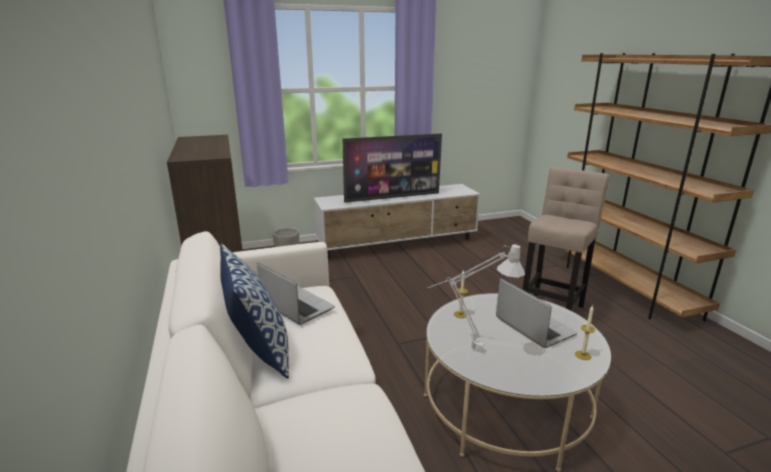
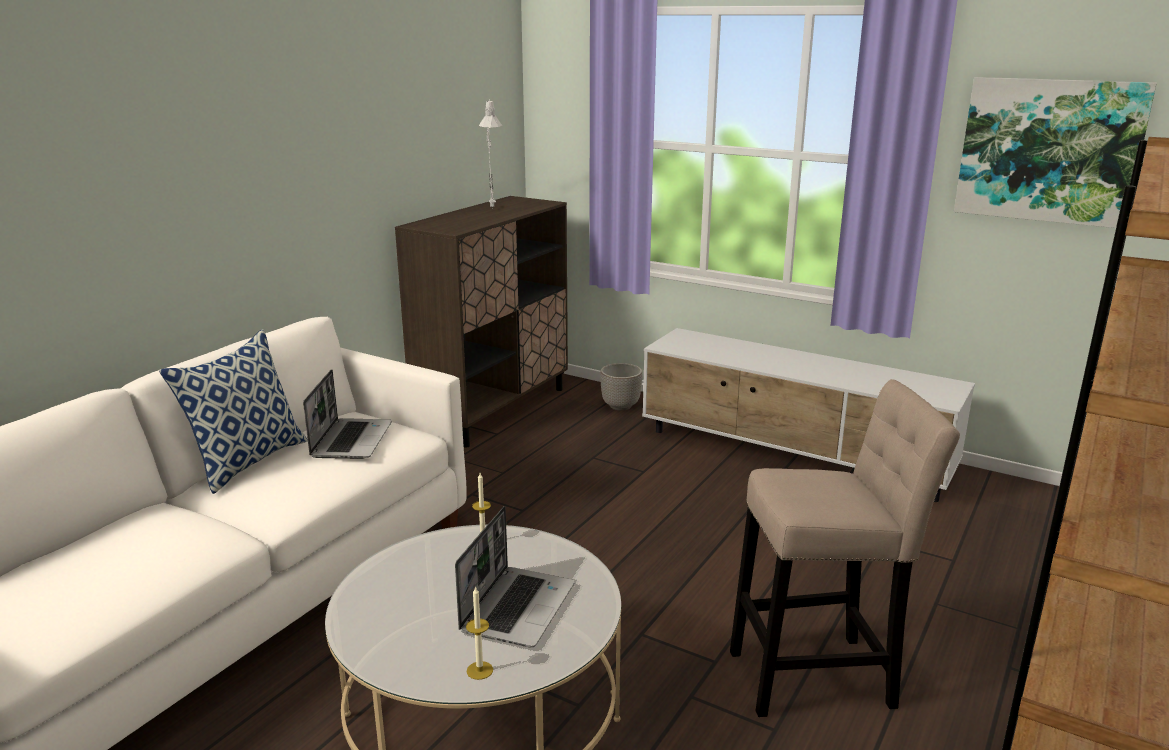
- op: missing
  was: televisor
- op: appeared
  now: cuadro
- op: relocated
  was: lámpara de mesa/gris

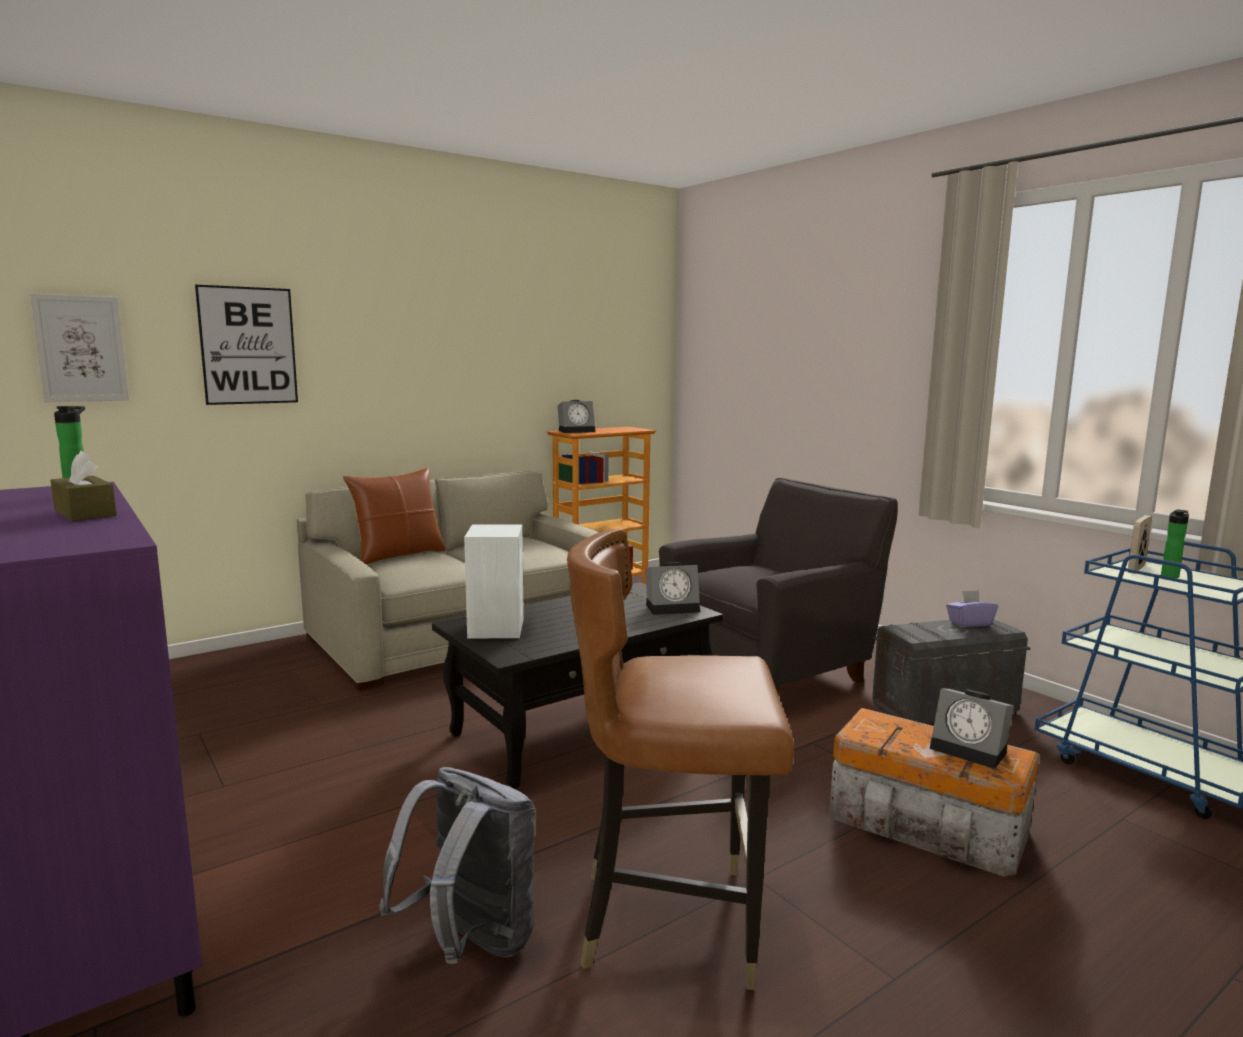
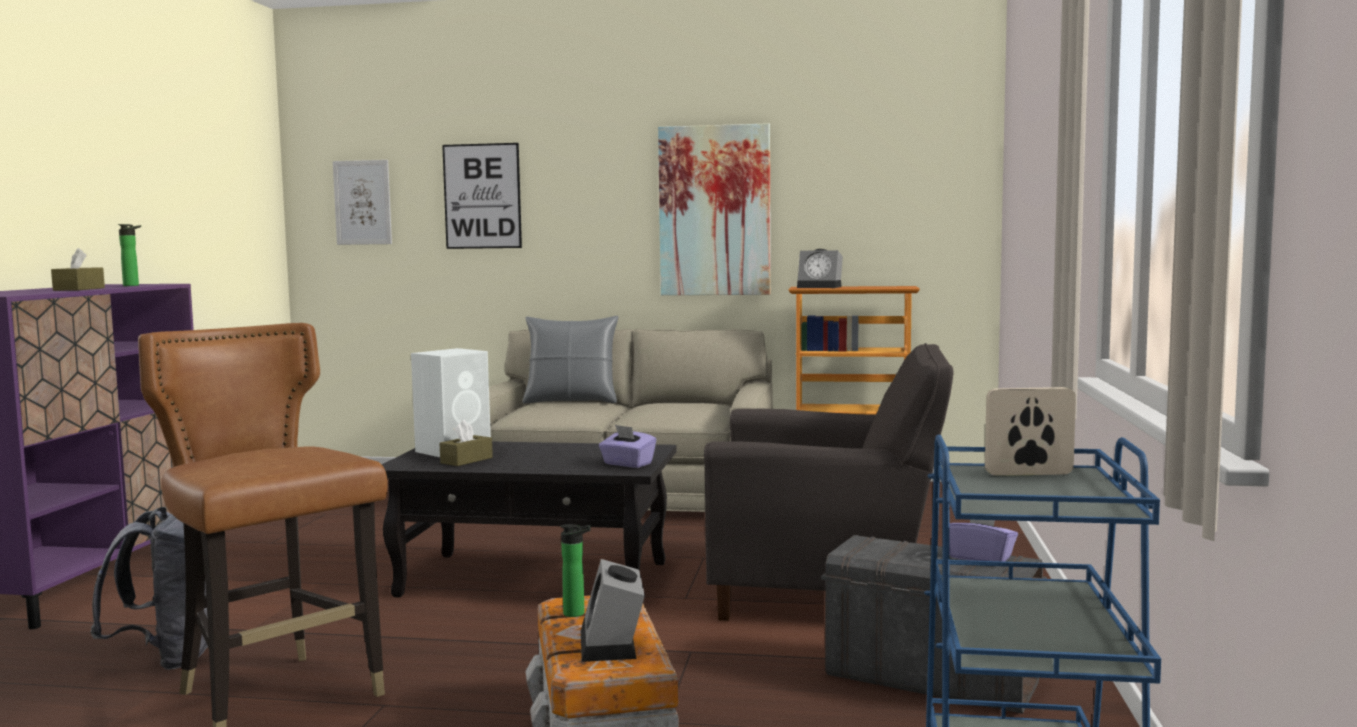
- op: appeared
  now: caja de pañuelos/marrón (no. 2 from left)
- op: appeared
  now: cuadro (no. 3 from left)
- op: relocated
  was: botella (no. 2 from left)
- op: exchanged
  was: despertador (no. 2 from left)
  now: caja de pañuelos/morado (no. 1 from left)
- op: colour
  was: cojín/marrón
  now: cojín/gris

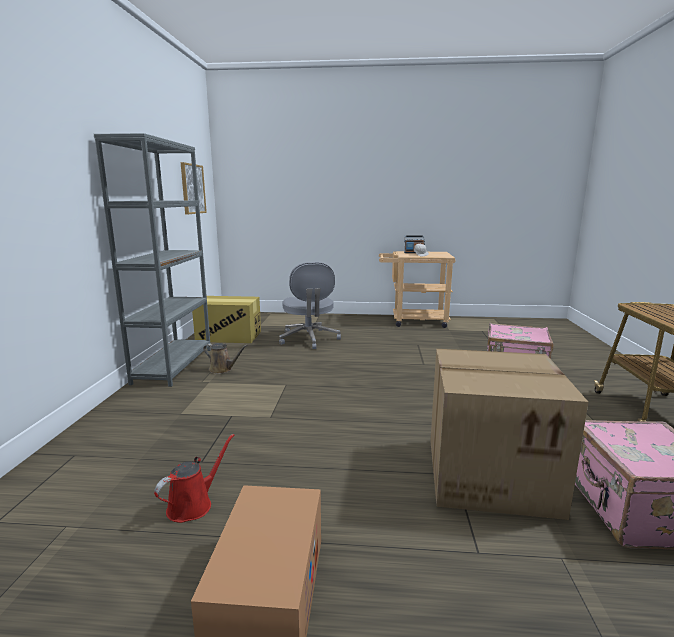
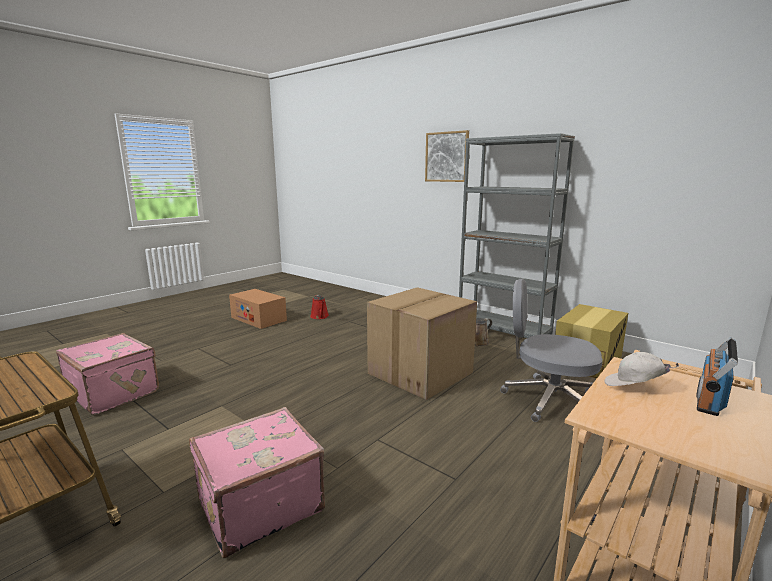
- op: relocated
  was: cuadro
- op: relocated
  was: caja de cartón (no. 3 from left in the first image)
  now: caja de cartón (no. 2 from left)

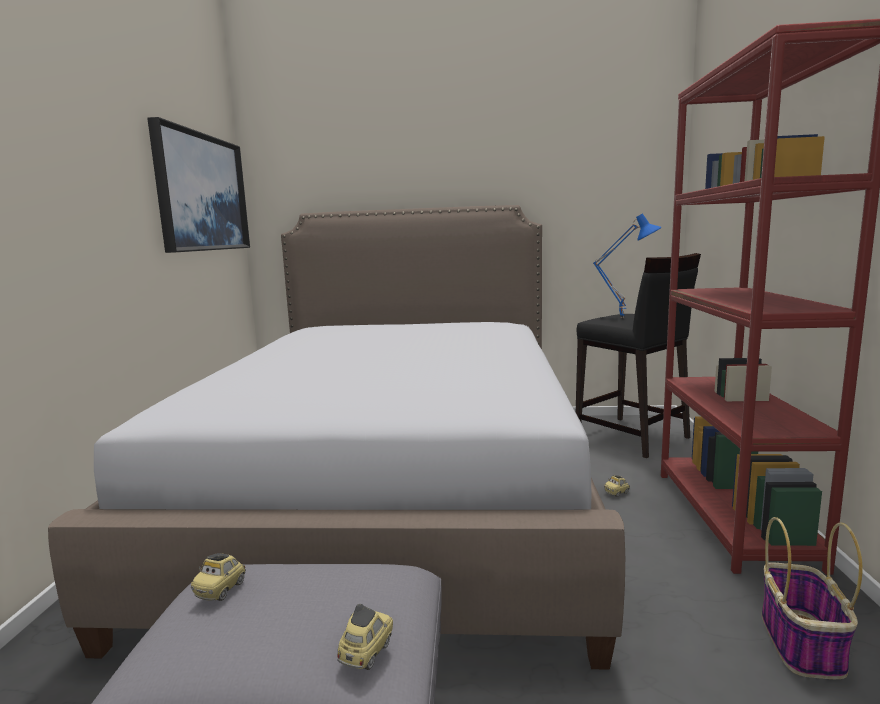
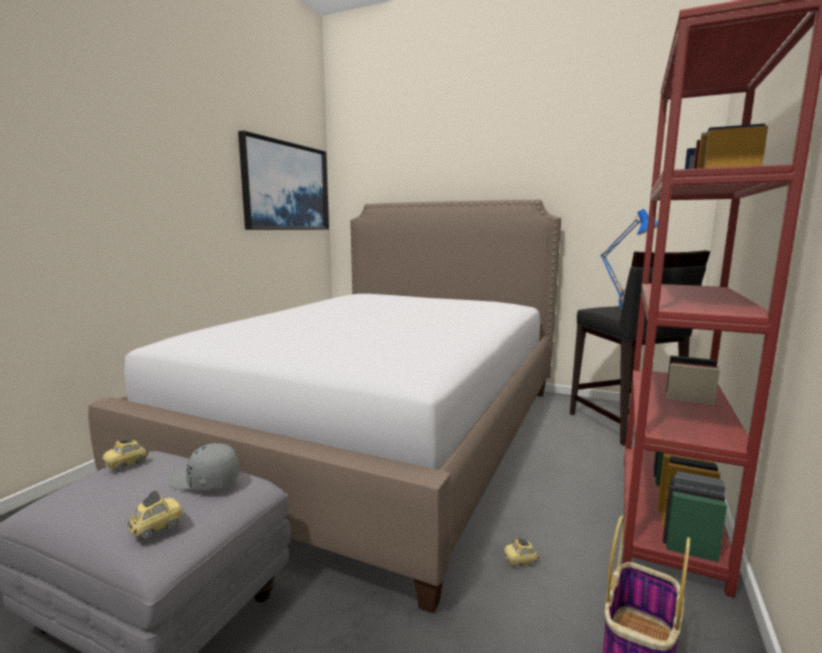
- op: appeared
  now: gorra/gris
- op: relocated
  was: coche de juguete (no. 3 from left)

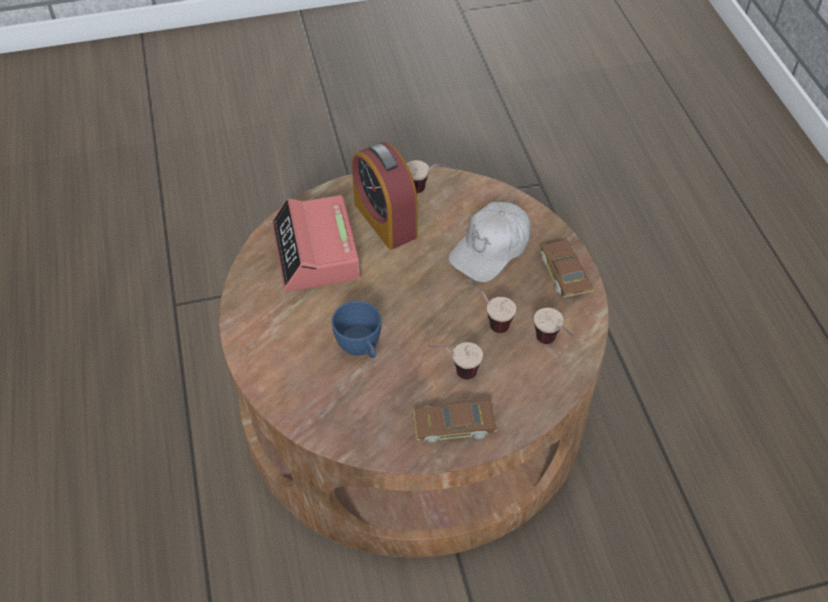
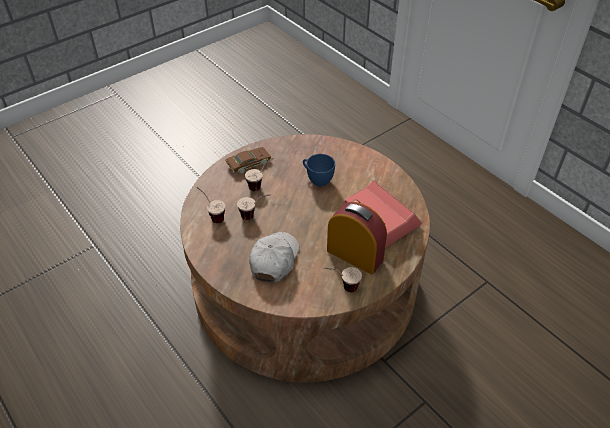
- op: missing
  was: coche de juguete/marrón (no. 2 from left)

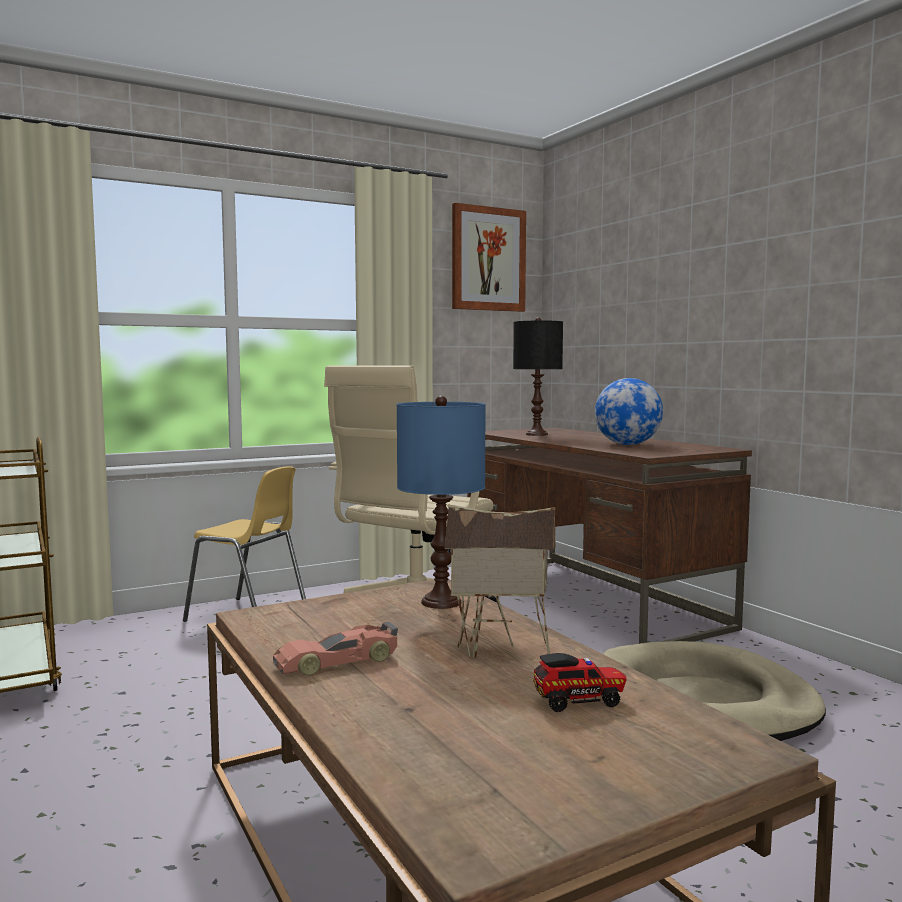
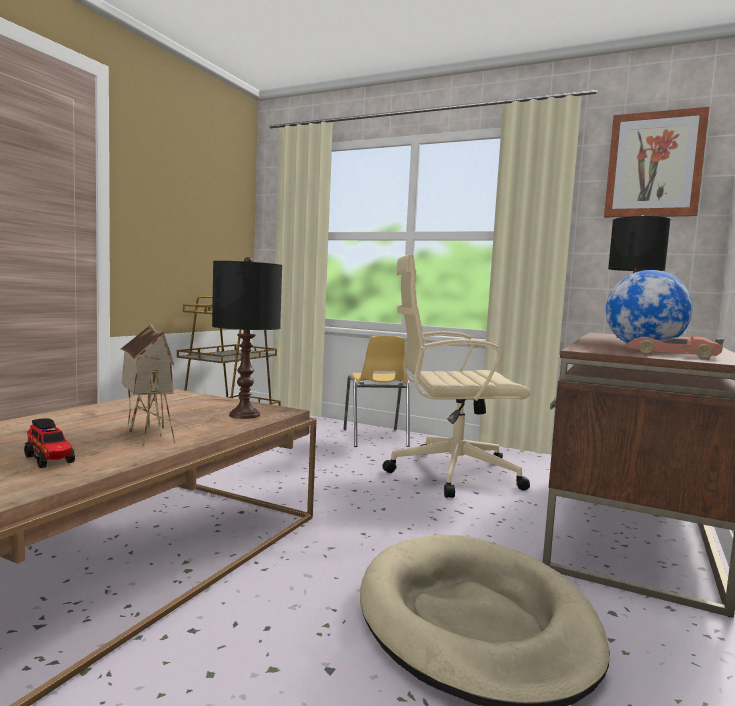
- op: relocated
  was: coche de juguete
- op: colour
  was: lámpara de mesa/azul
  now: lámpara de mesa/negro (no. 1 from left)

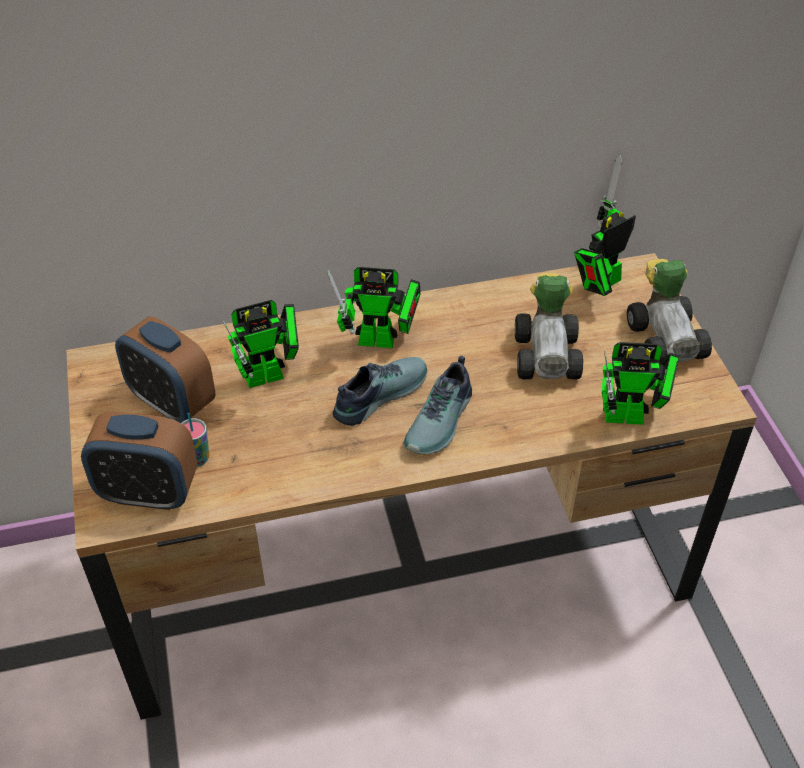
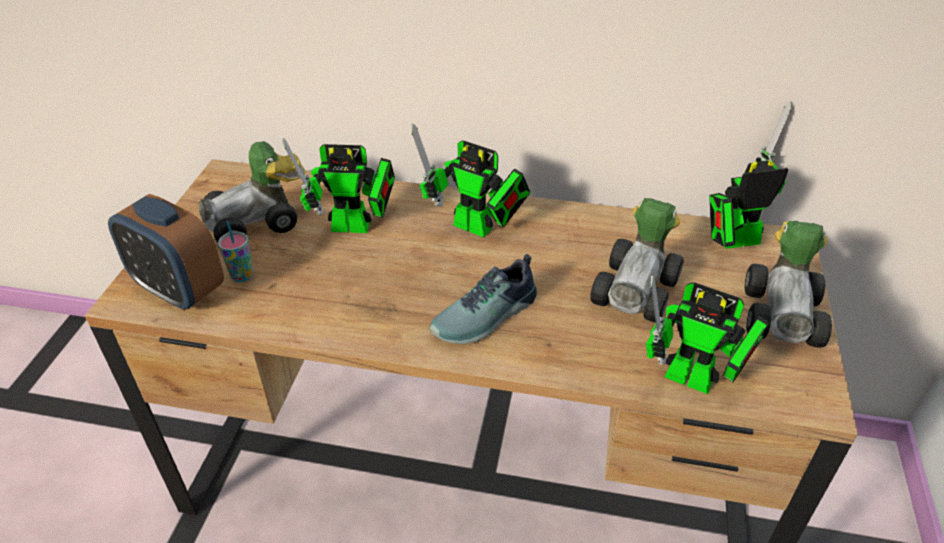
- op: missing
  was: zapato (no. 1 from left)
- op: exchanged
  was: despertador (no. 2 from left)
  now: coche de juguete (no. 1 from left)

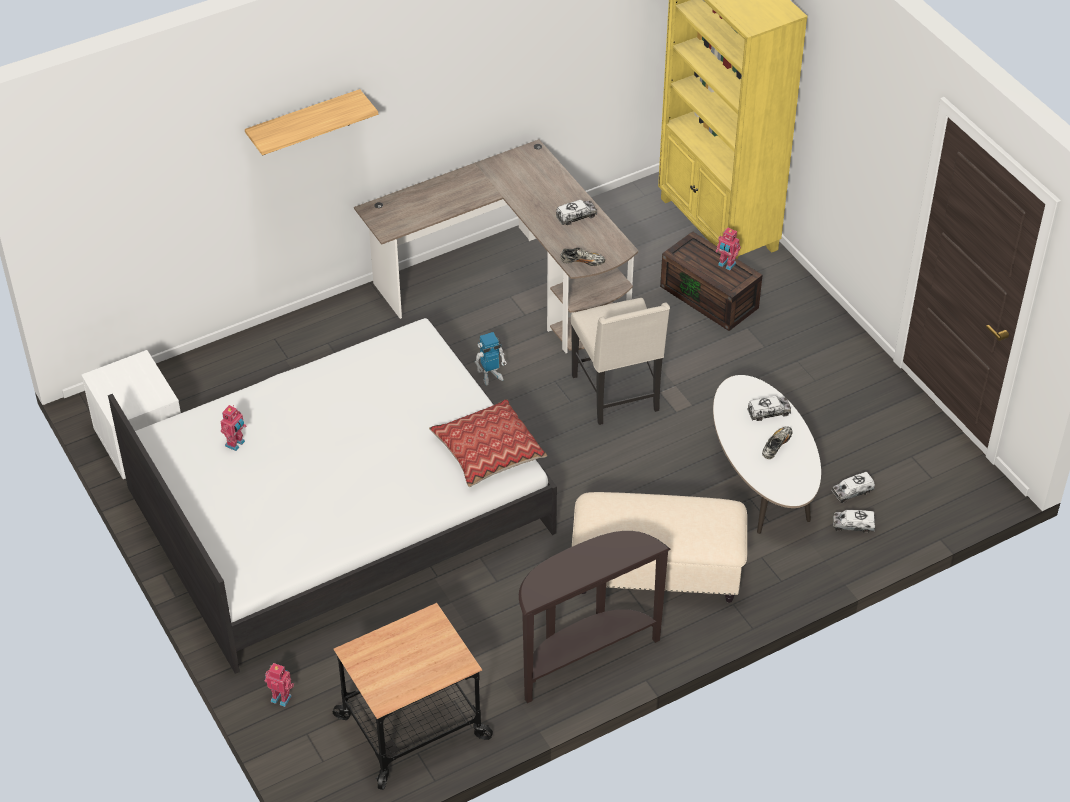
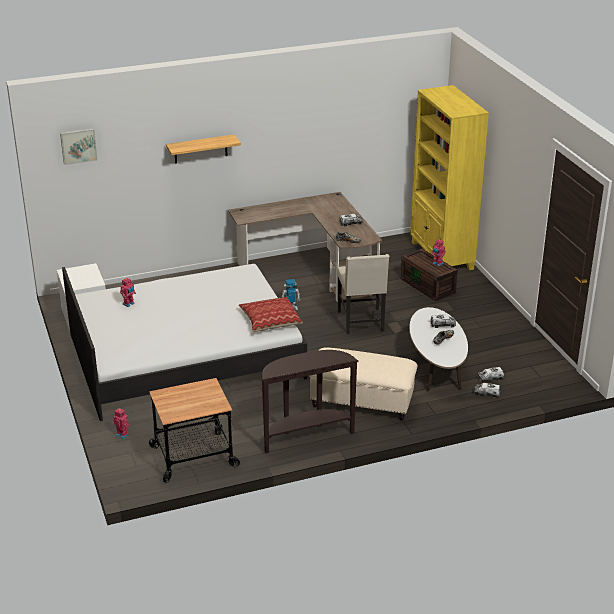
- op: appeared
  now: cuadro

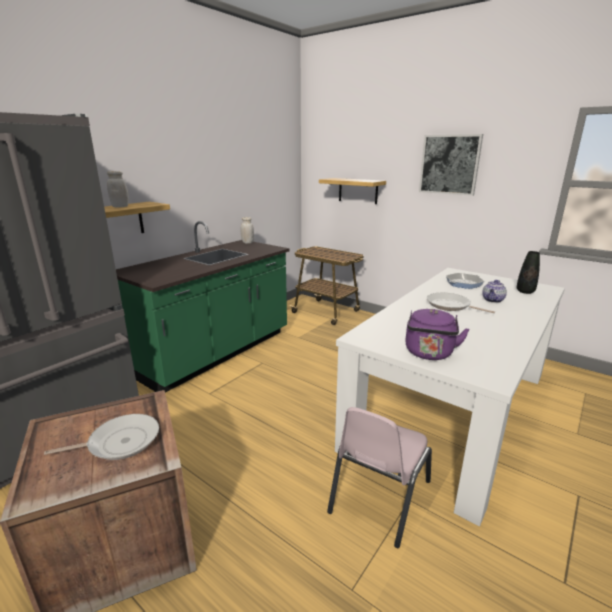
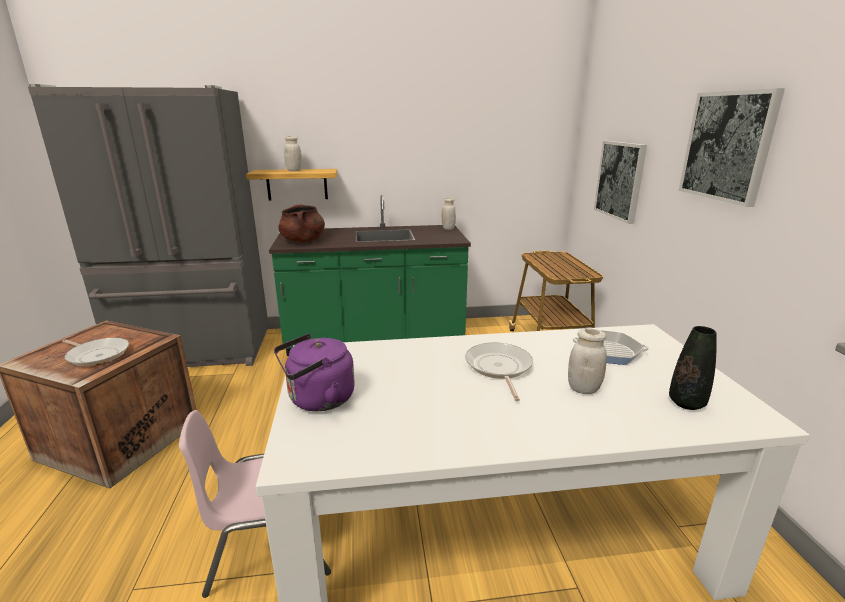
- op: appeared
  now: olla/marrón
- op: exchanged
  was: estante (no. 2 from left)
  now: cuadro (no. 1 from left)
- op: exchanged
  was: tetera
  now: tarro/blanco (no. 3 from left)

